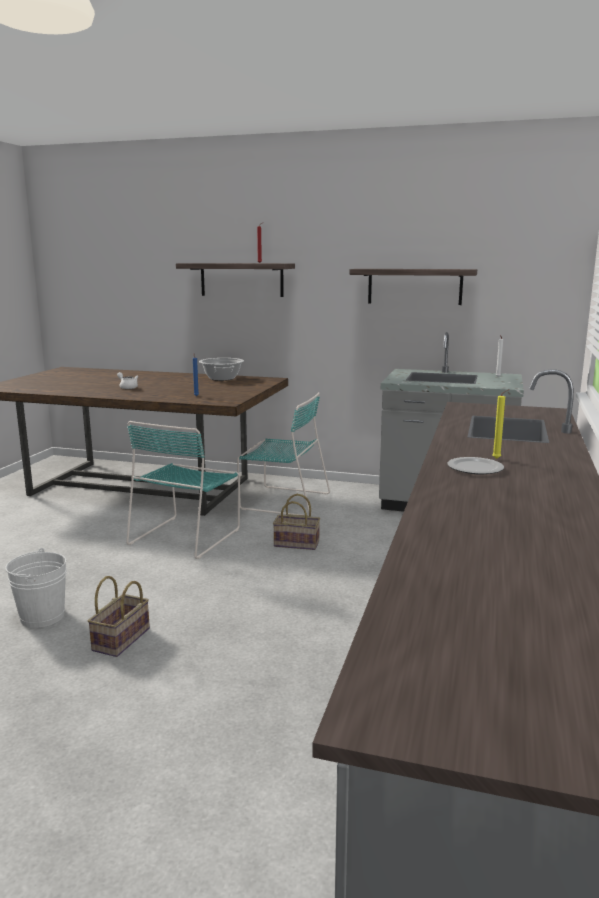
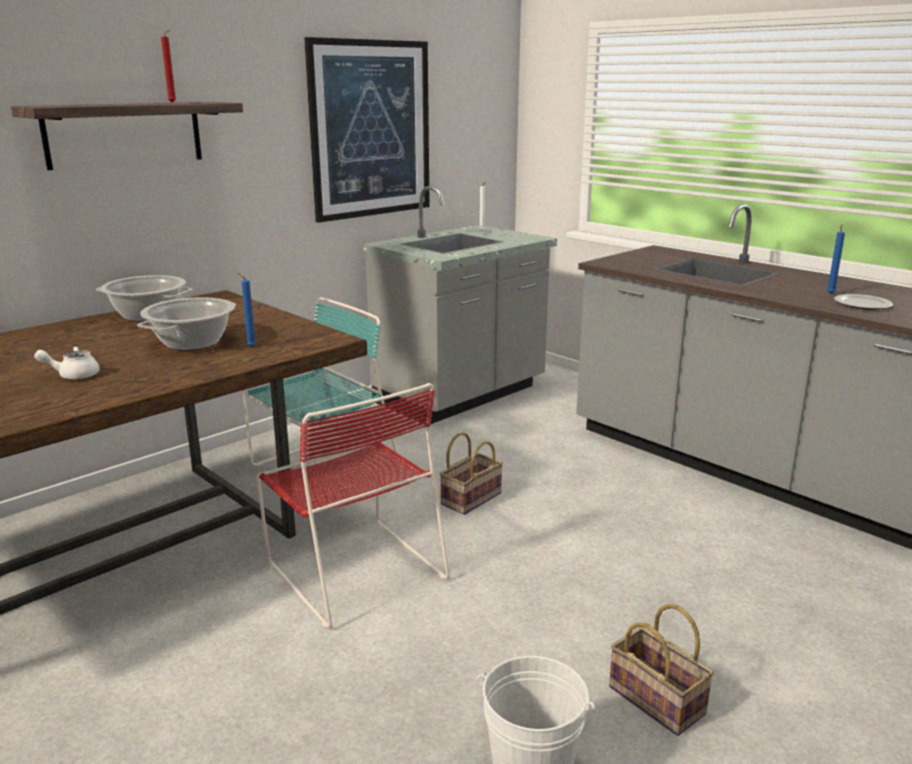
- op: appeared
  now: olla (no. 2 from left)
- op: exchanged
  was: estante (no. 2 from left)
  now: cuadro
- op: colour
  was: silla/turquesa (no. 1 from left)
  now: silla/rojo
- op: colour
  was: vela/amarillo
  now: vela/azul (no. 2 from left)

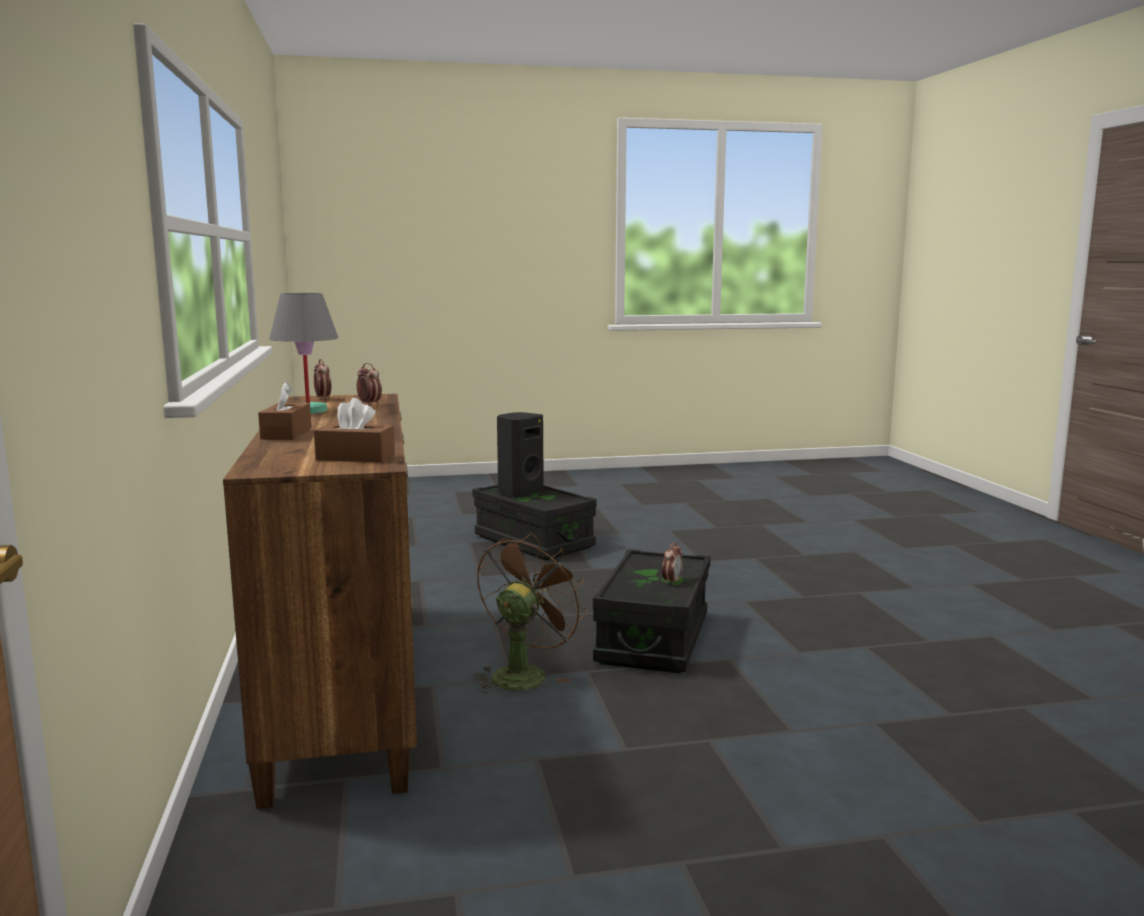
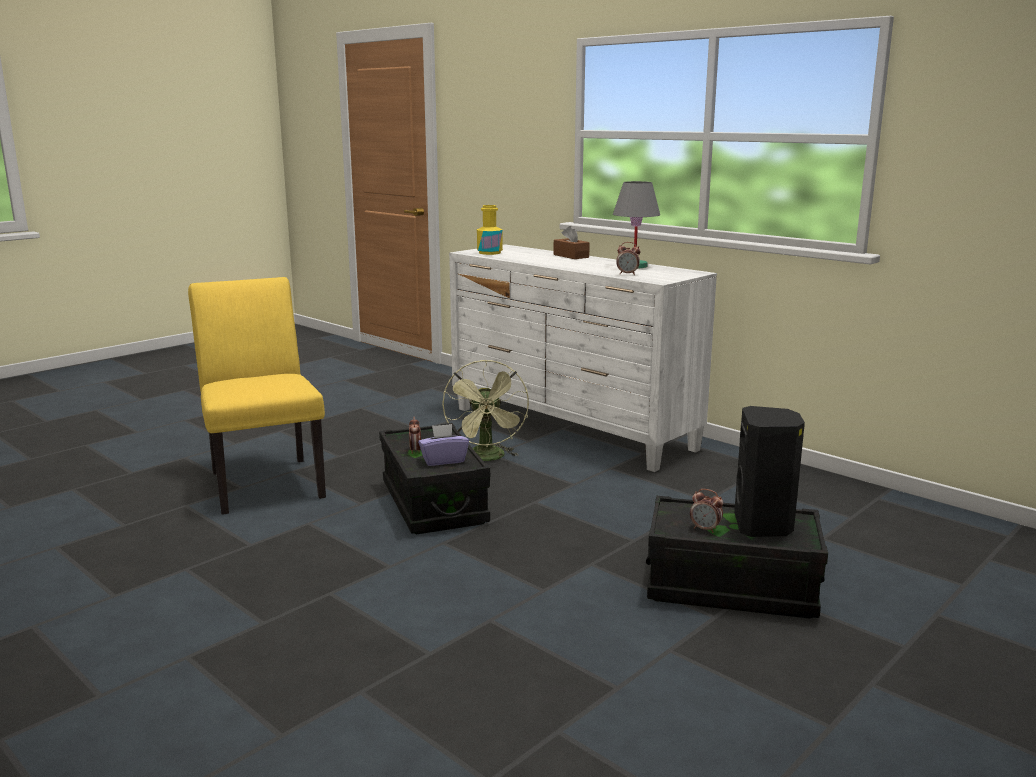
- op: appeared
  now: silla/amarillo
- op: appeared
  now: caja de pañuelos/morado
- op: relocated
  was: despertador (no. 1 from left in the first image)
  now: despertador (no. 3 from left)
- op: exchanged
  was: caja de pañuelos/marrón (no. 2 from left)
  now: botella/amarillo
- op: colour
  was: cómoda/marrón
  now: cómoda/blanco
- op: colour
  was: ventilador/marrón
  now: ventilador/verde

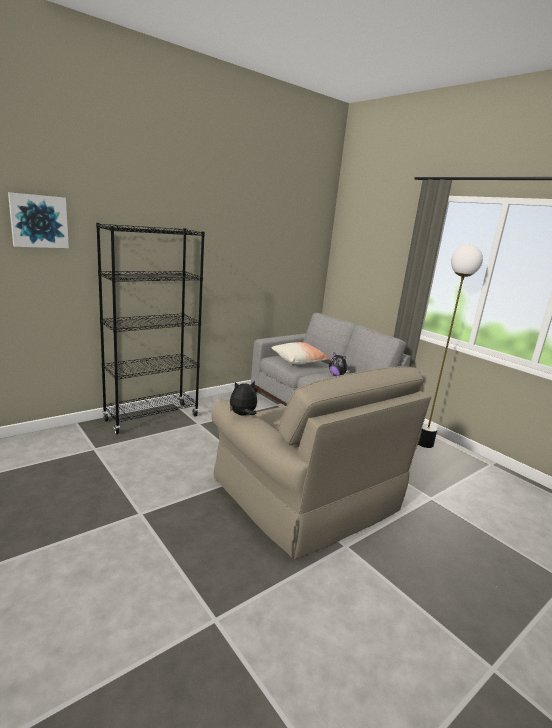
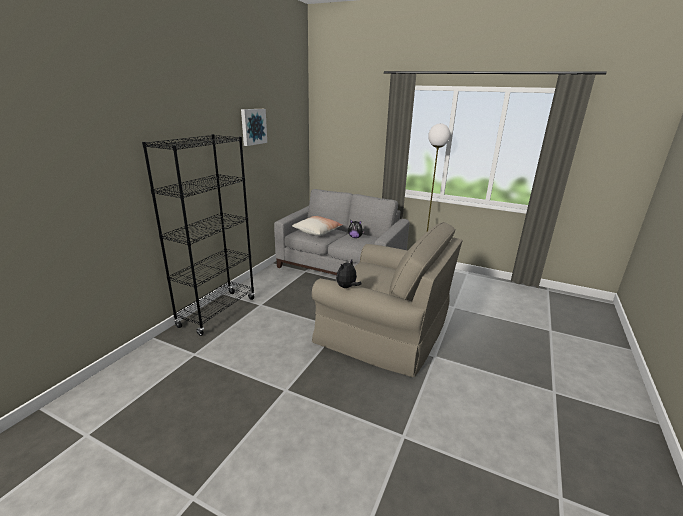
- op: relocated
  was: cuadro

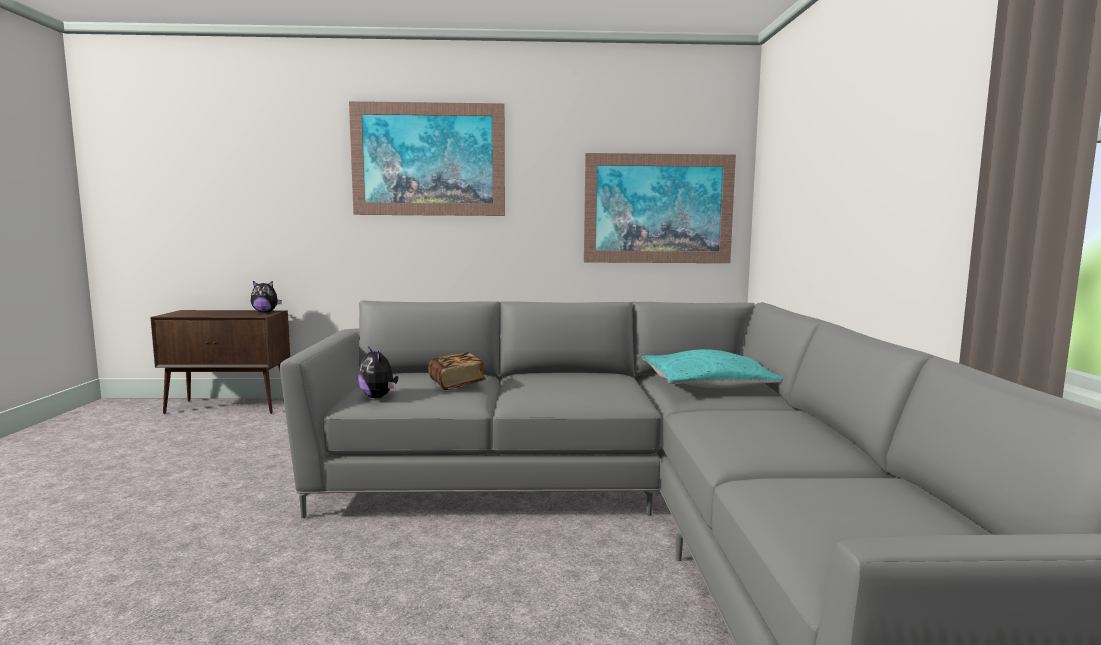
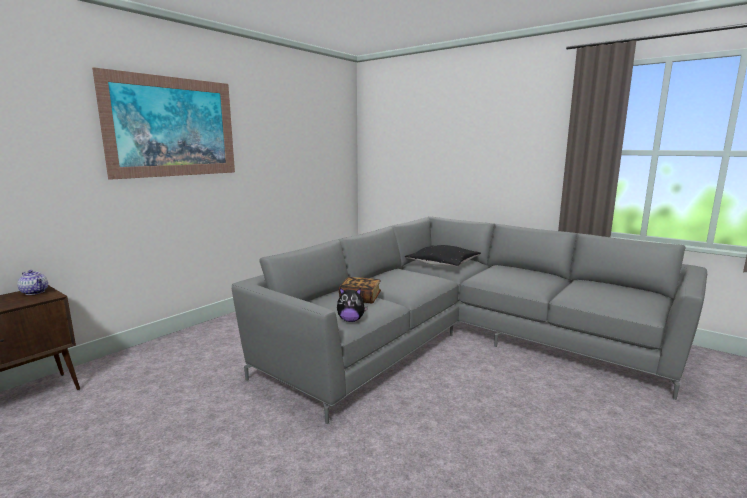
- op: missing
  was: cuadro (no. 2 from left)
- op: exchanged
  was: peluche (no. 1 from left)
  now: tetera
- op: colour
  was: cojín/turquesa
  now: cojín/negro

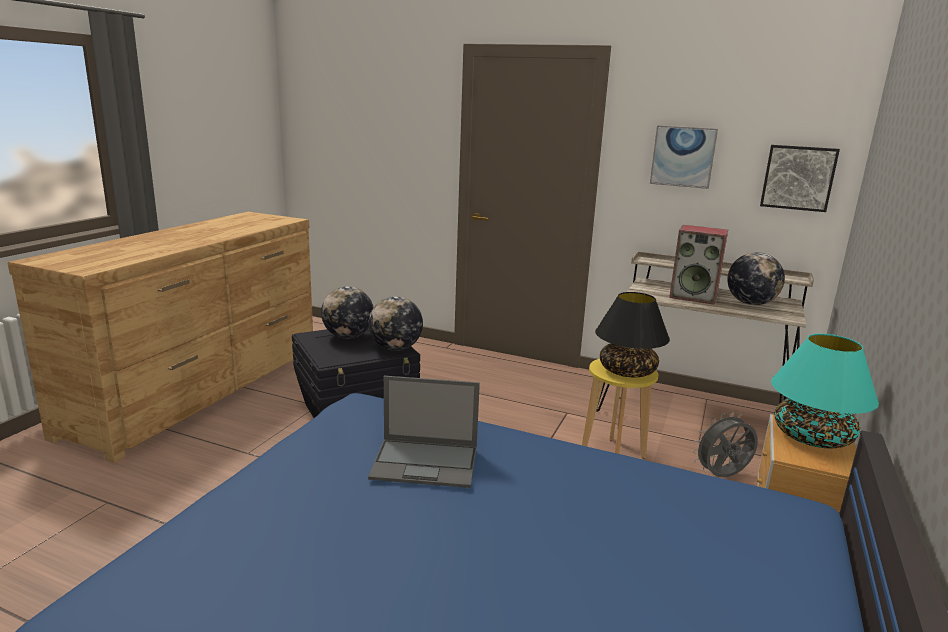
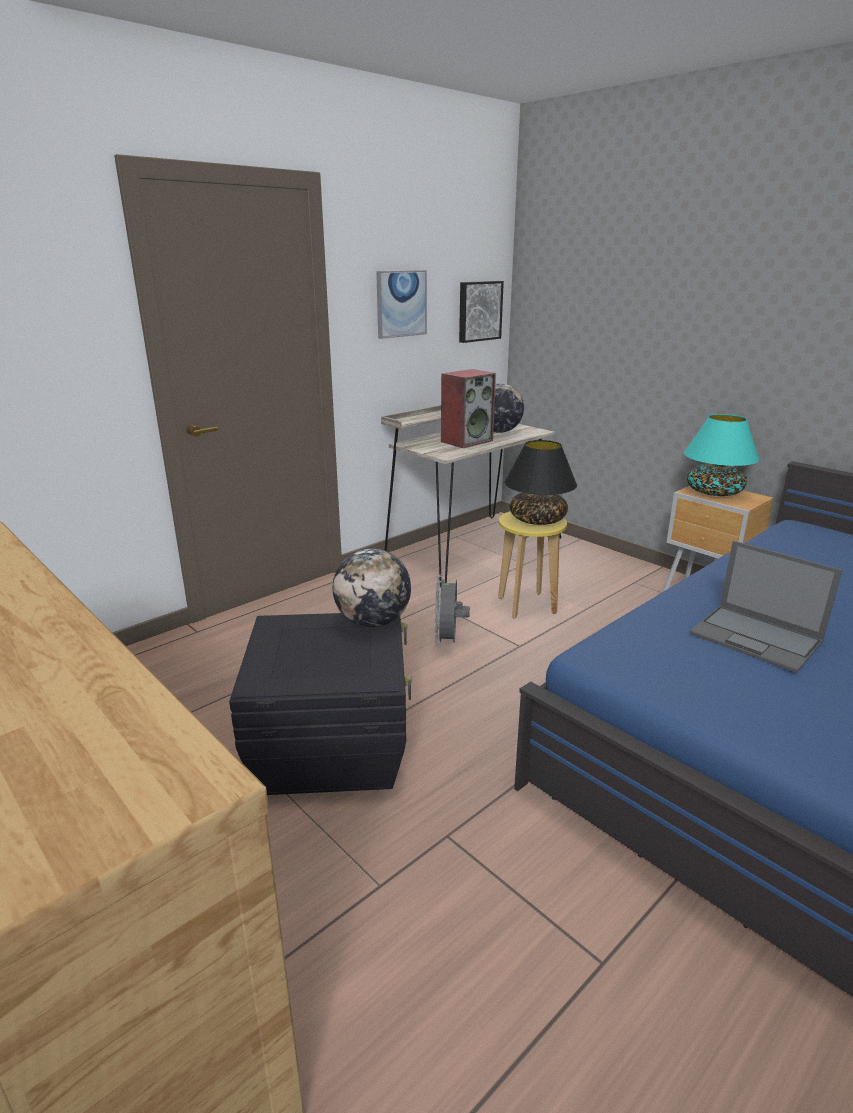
- op: missing
  was: globo terráqueo (no. 1 from left)
- op: relocated
  was: ventilador/gris
- op: spun
  was: portátil
  clockwise: 105

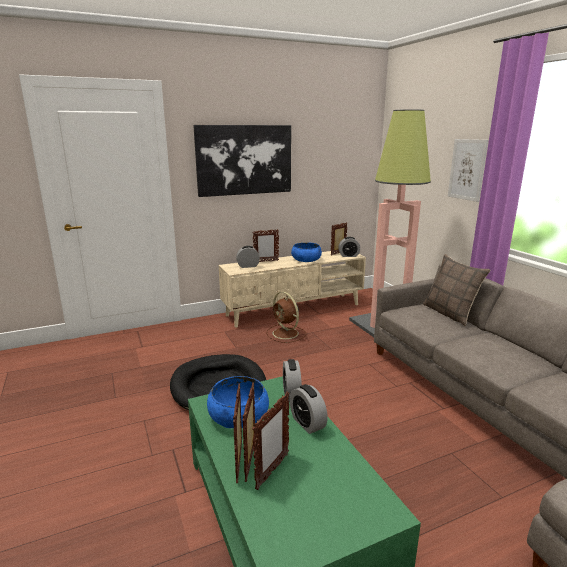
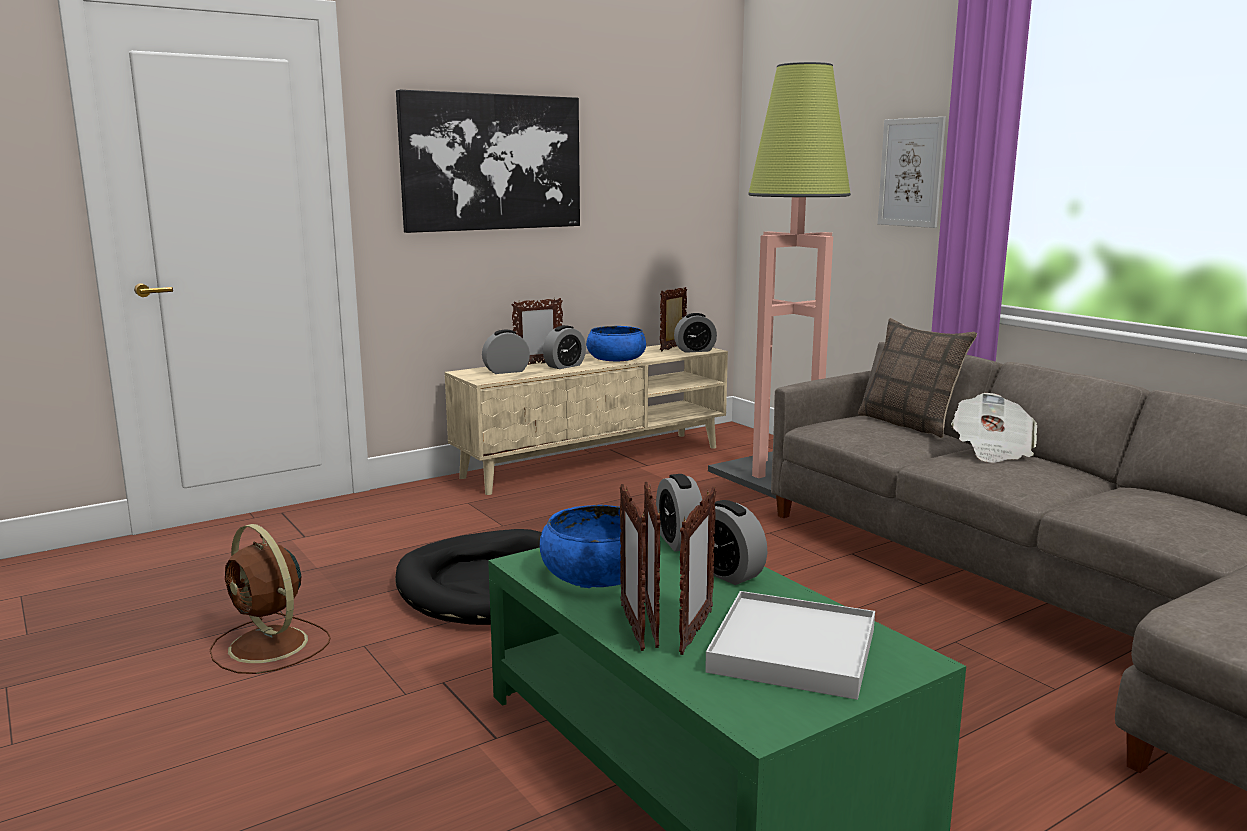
- op: appeared
  now: despertador (no. 2 from left)
- op: appeared
  now: bandeja/blanco
- op: appeared
  now: periódico
- op: relocated
  was: ventilador/marrón

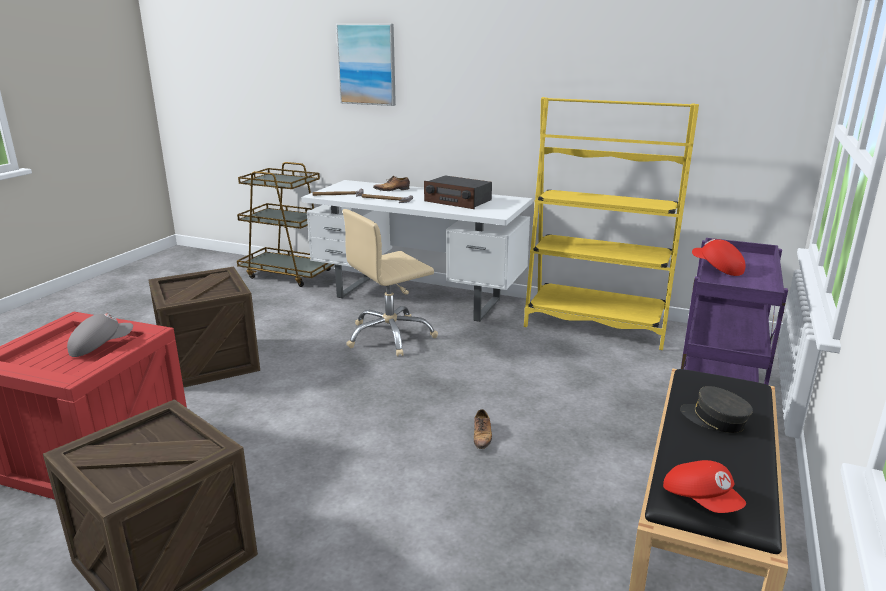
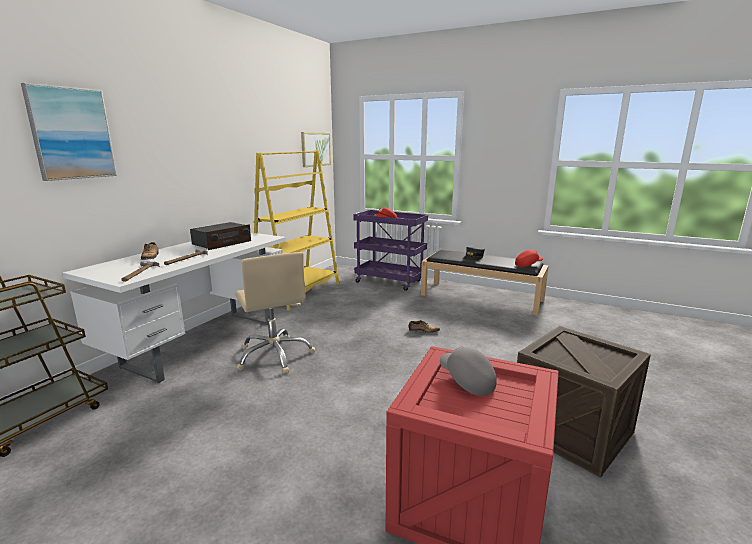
- op: missing
  was: caja de embalaje (no. 3 from left)
- op: appeared
  now: cuadro (no. 2 from left)

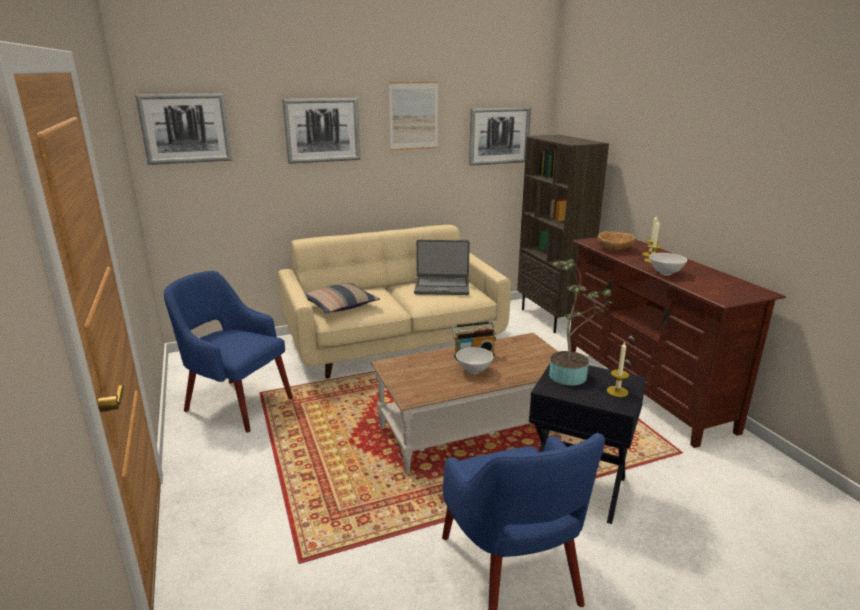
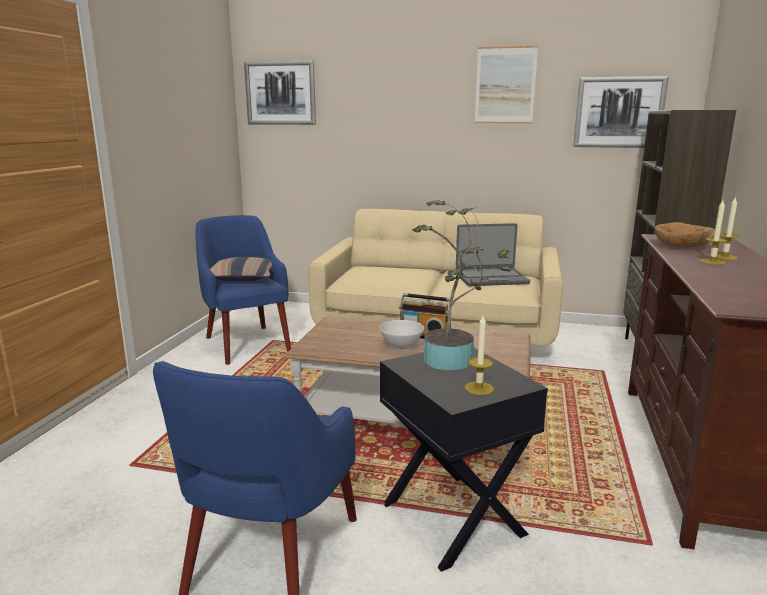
- op: missing
  was: cuadro (no. 2 from left)
- op: missing
  was: cuenco/blanco (no. 2 from left)
- op: relocated
  was: cojín
- op: spun
  was: portátil
  clockwise: -45

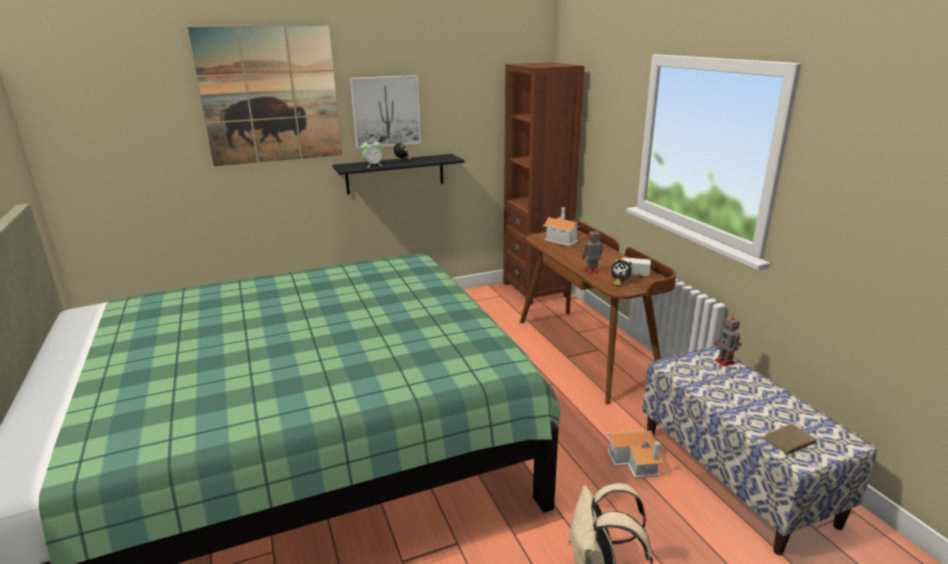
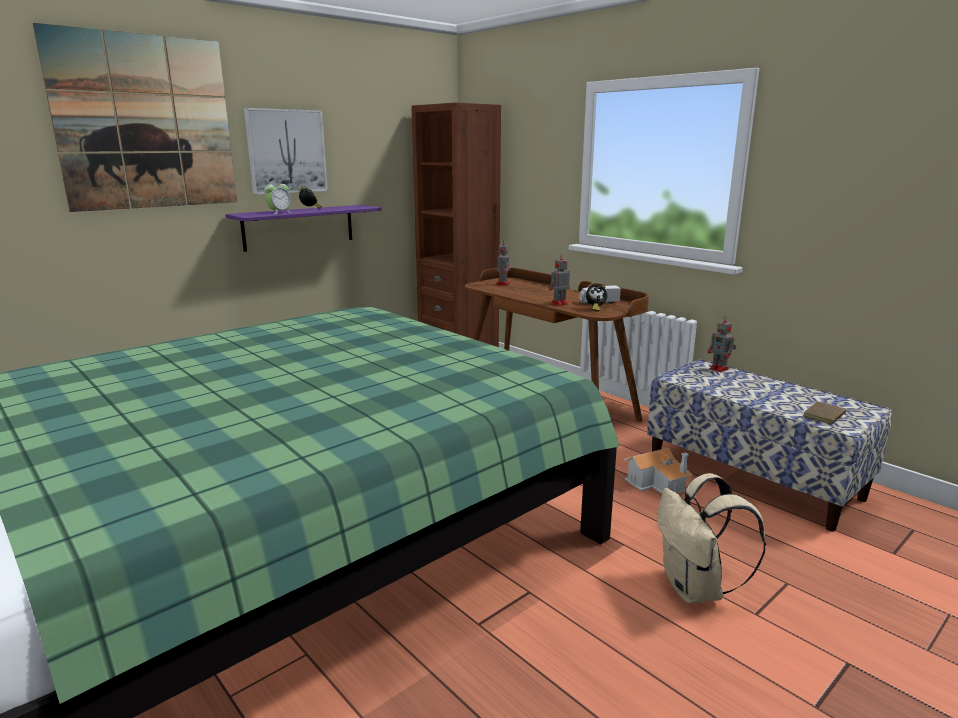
- op: exchanged
  was: casita (no. 1 from left)
  now: robot de juguete (no. 1 from left)
- op: colour
  was: estante/negro
  now: estante/morado

